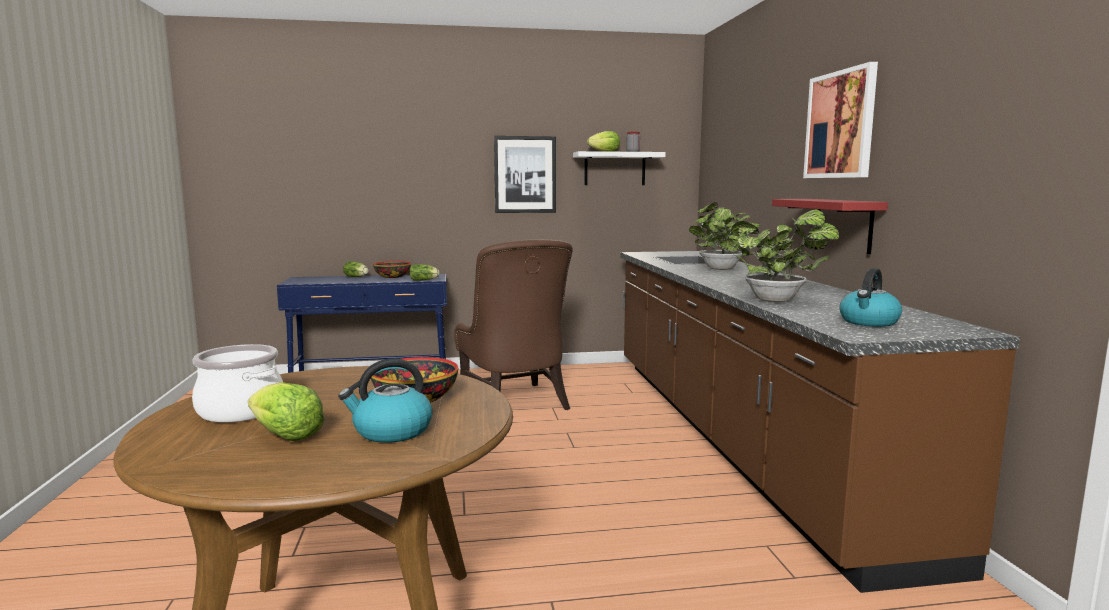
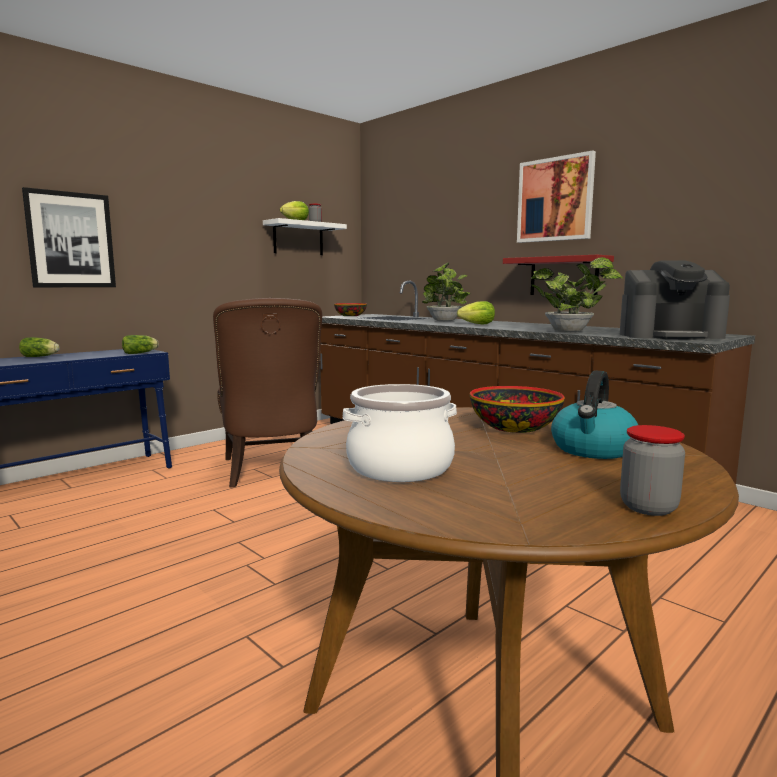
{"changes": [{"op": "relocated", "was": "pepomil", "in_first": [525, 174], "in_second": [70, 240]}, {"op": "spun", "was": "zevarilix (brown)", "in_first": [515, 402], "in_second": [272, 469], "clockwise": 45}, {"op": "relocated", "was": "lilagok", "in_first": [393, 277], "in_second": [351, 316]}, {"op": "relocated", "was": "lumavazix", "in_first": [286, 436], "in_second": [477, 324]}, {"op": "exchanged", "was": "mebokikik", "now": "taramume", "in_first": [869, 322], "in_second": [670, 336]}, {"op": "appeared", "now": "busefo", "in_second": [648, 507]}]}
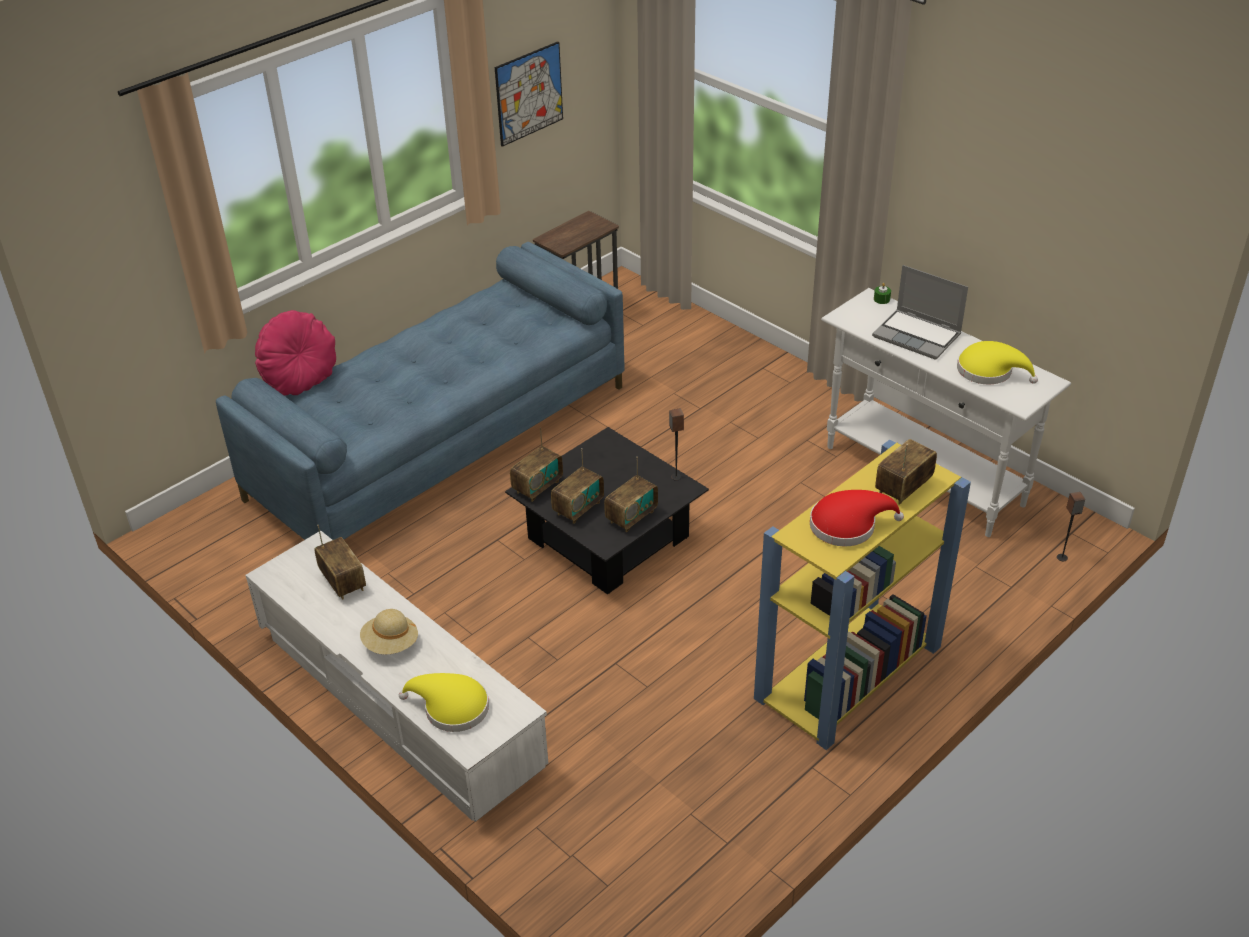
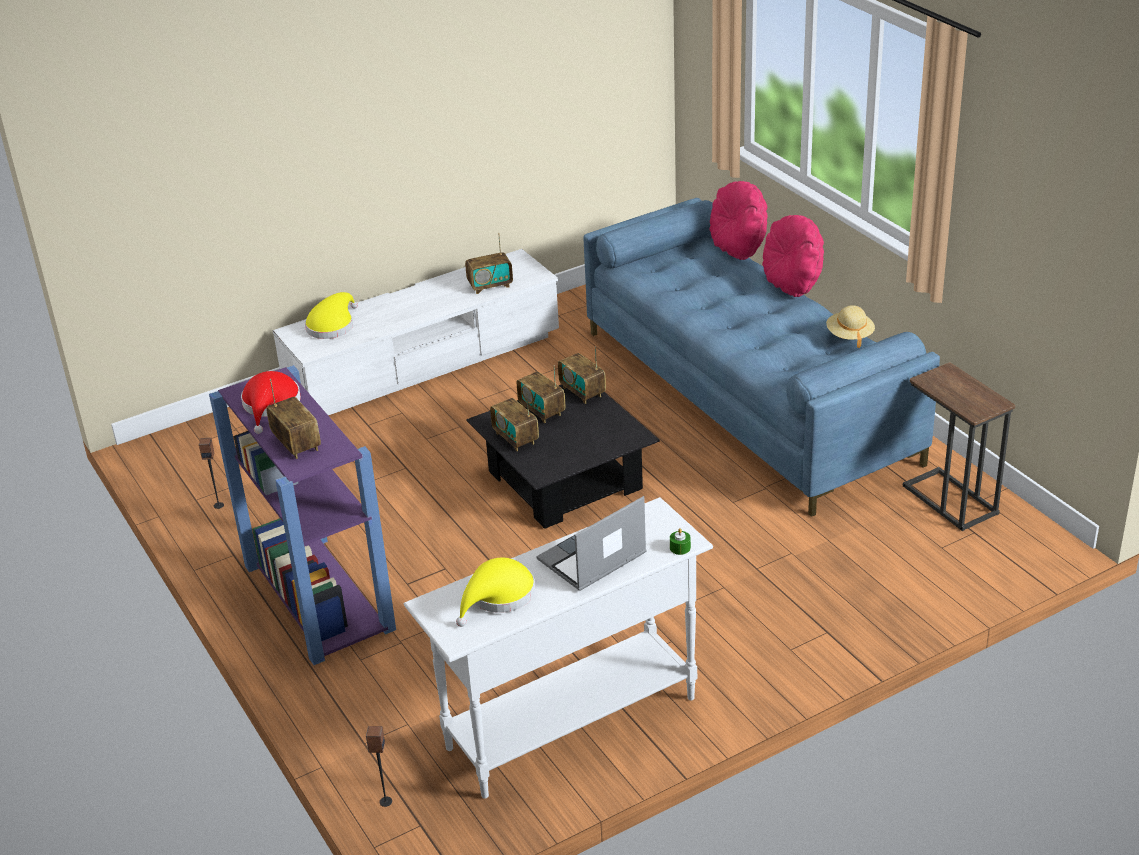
{"changes": [{"op": "relocated", "was": "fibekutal", "in_first": [676, 477], "in_second": [218, 505]}, {"op": "colour", "was": "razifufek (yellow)", "now": "razifufek (purple)", "in_first": [847, 673], "in_second": [318, 596]}, {"op": "appeared", "now": "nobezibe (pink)", "in_second": [792, 286]}, {"op": "relocated", "was": "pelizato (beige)", "in_first": [390, 644], "in_second": [849, 335]}, {"op": "missing", "was": "pepomil", "in_first": [529, 93]}]}
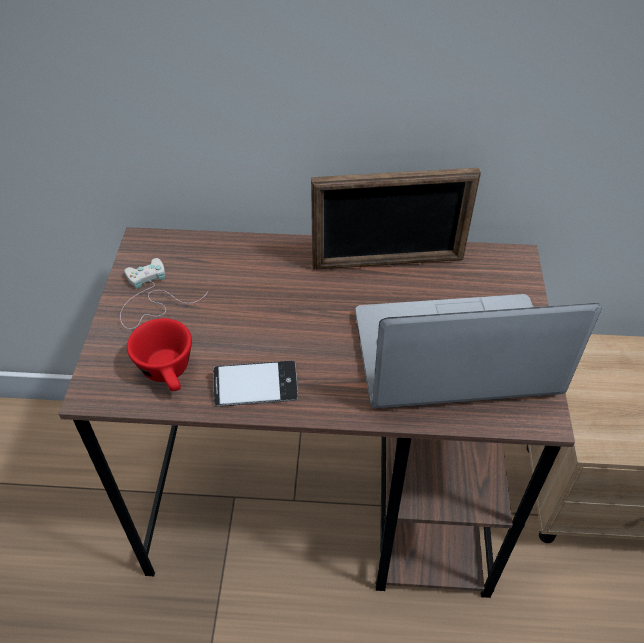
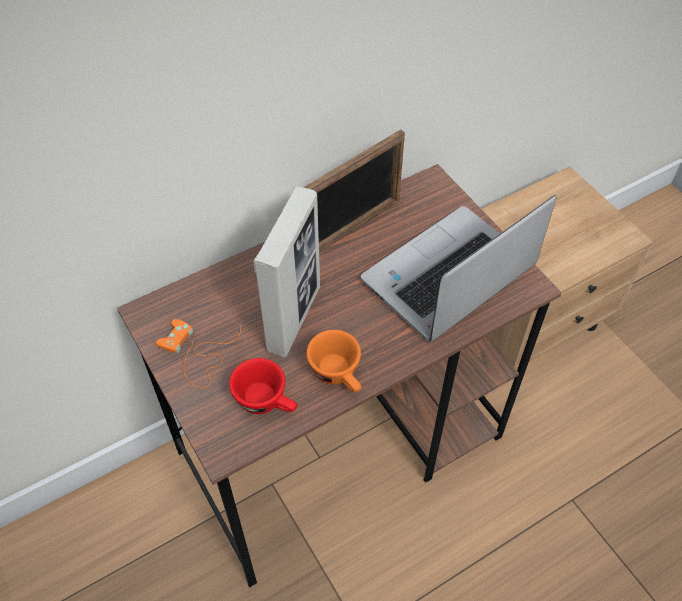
{"changes": [{"op": "colour", "was": "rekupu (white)", "now": "rekupu (orange)", "in_first": [151, 298], "in_second": [197, 354]}, {"op": "appeared", "now": "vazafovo", "in_second": [294, 318]}, {"op": "exchanged", "was": "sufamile", "now": "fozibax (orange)", "in_first": [255, 388], "in_second": [339, 375]}]}
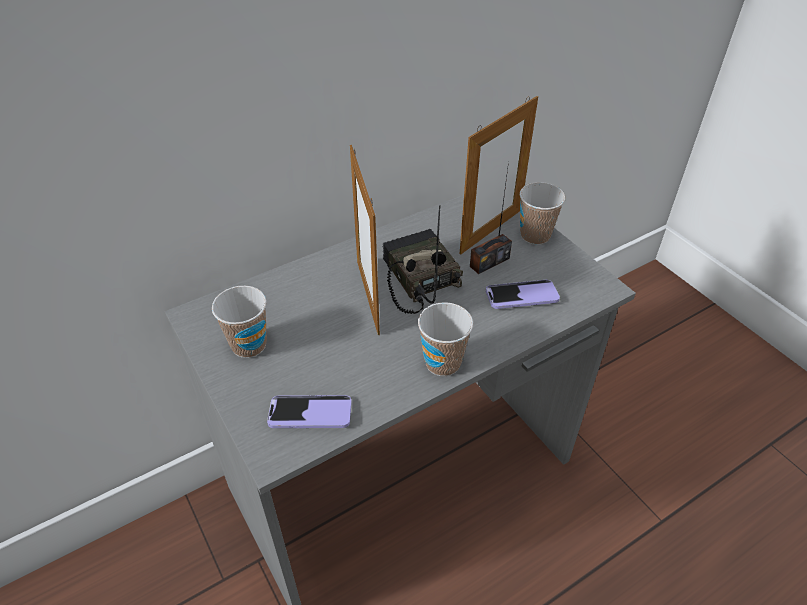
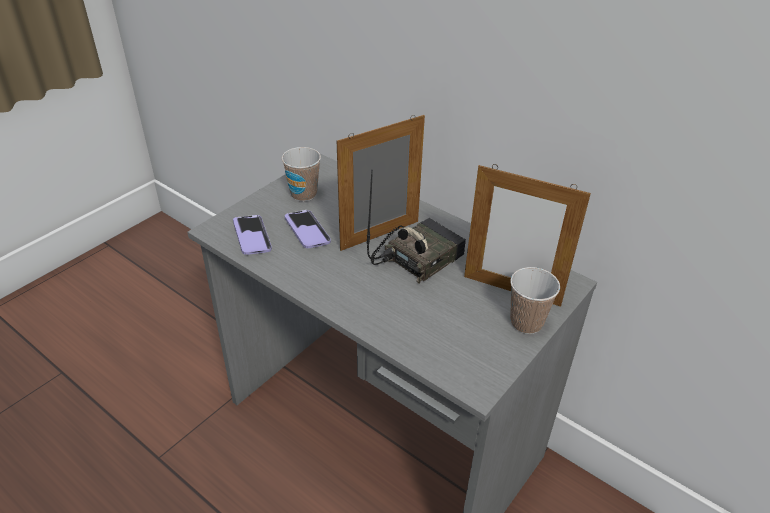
{"changes": [{"op": "relocated", "was": "sufamile", "in_first": [521, 296], "in_second": [307, 230]}, {"op": "missing", "was": "fozibax", "in_first": [442, 363]}, {"op": "missing", "was": "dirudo", "in_first": [489, 262]}]}
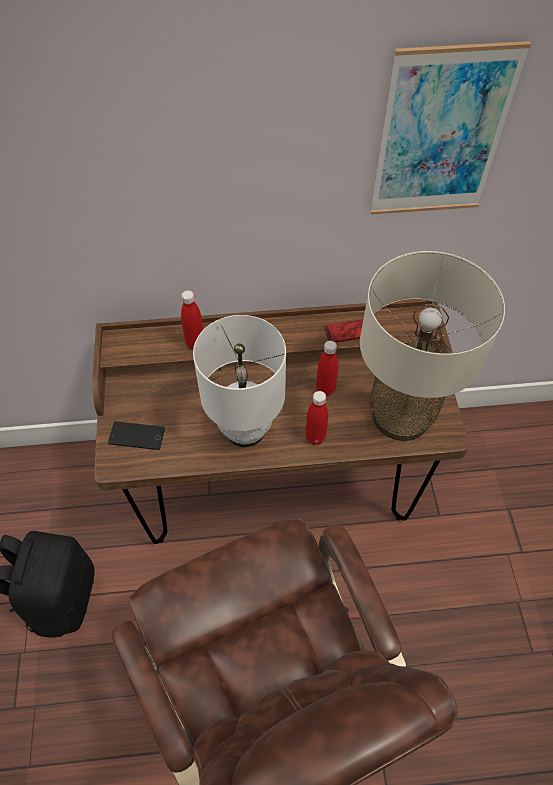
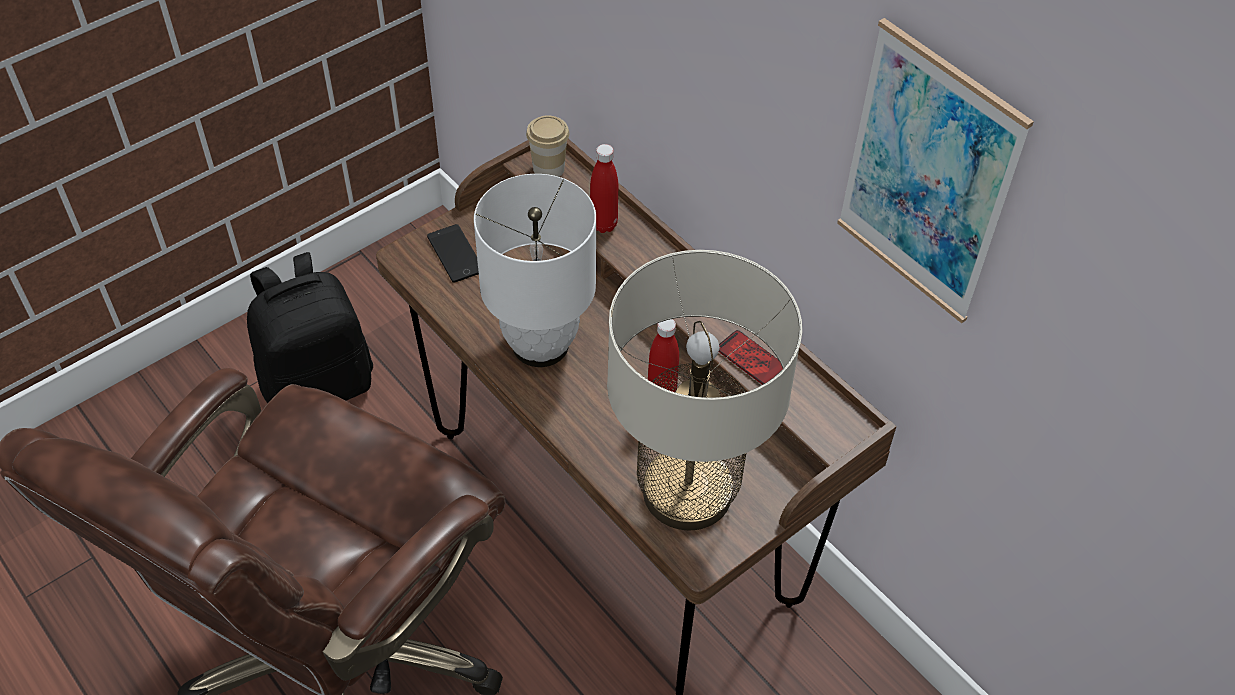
{"changes": [{"op": "appeared", "now": "fozibax", "in_second": [548, 168]}, {"op": "missing", "was": "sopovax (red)", "in_first": [315, 437]}]}
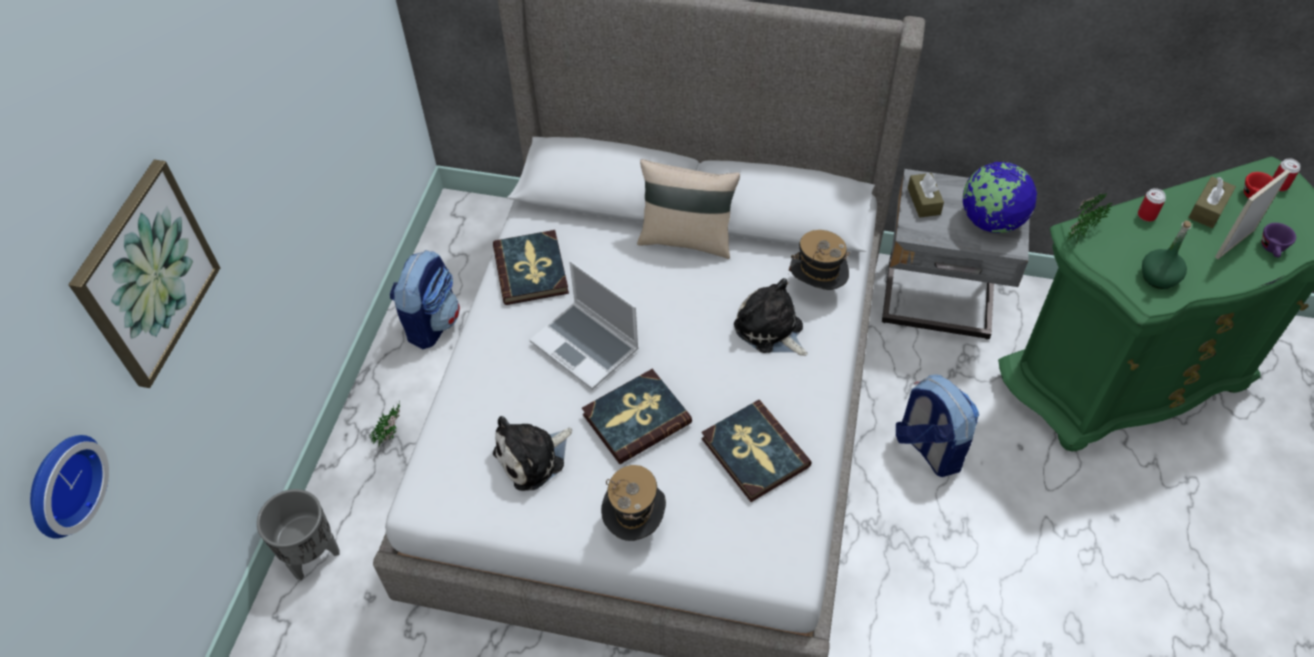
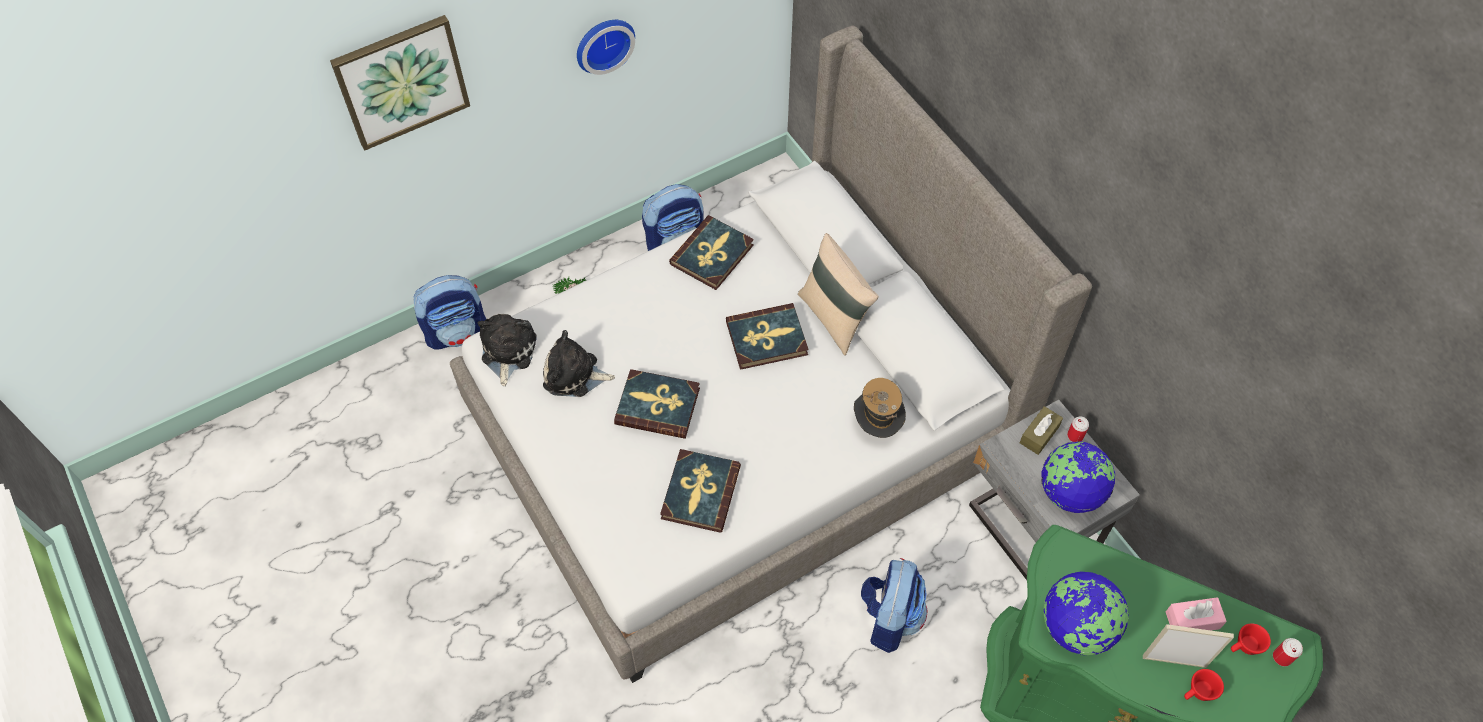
{"changes": [{"op": "exchanged", "was": "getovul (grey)", "now": "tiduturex", "in_first": [312, 556], "in_second": [457, 332]}, {"op": "relocated", "was": "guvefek", "in_first": [771, 330], "in_second": [507, 352]}, {"op": "relocated", "was": "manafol", "in_first": [60, 484], "in_second": [603, 43]}, {"op": "appeared", "now": "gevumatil", "in_second": [766, 339]}, {"op": "exchanged", "was": "sopovax (green)", "now": "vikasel", "in_first": [1159, 277], "in_second": [1076, 628]}, {"op": "relocated", "was": "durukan", "in_first": [1146, 215], "in_second": [1075, 435]}, {"op": "colour", "was": "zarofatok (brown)", "now": "zarofatok (pink)", "in_first": [1208, 209], "in_second": [1192, 620]}, {"op": "colour", "was": "fozibax (purple)", "now": "fozibax (red)", "in_first": [1272, 250], "in_second": [1198, 693]}, {"op": "missing", "was": "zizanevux", "in_first": [586, 346]}, {"op": "missing", "was": "pelizato", "in_first": [635, 524]}, {"op": "missing", "was": "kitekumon", "in_first": [1079, 234]}]}
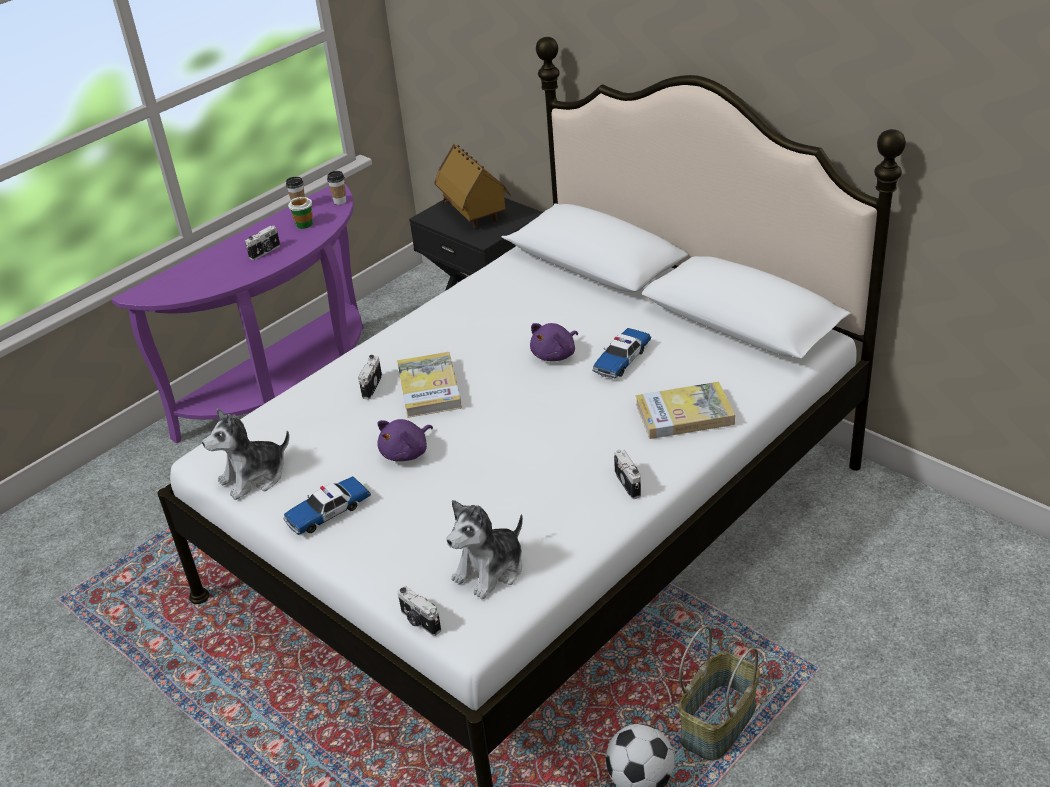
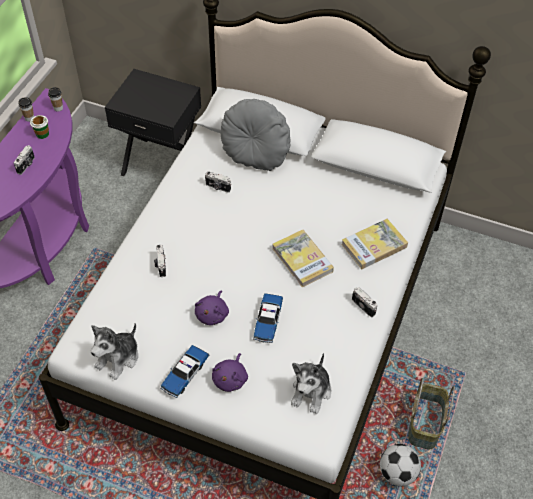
{"changes": [{"op": "relocated", "was": "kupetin", "in_first": [419, 622], "in_second": [217, 187]}, {"op": "relocated", "was": "guvefek (purple)", "in_first": [555, 355], "in_second": [231, 378]}, {"op": "appeared", "now": "nobezibe (grey)", "in_second": [255, 158]}, {"op": "relocated", "was": "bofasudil", "in_first": [622, 359], "in_second": [268, 321]}, {"op": "relocated", "was": "gevumatil", "in_first": [429, 388], "in_second": [302, 260]}, {"op": "missing", "was": "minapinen", "in_first": [474, 214]}]}
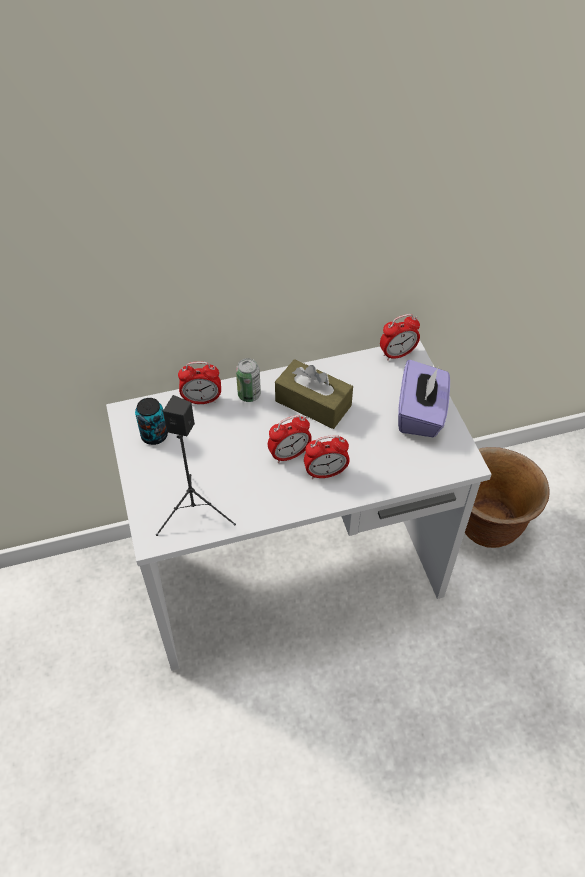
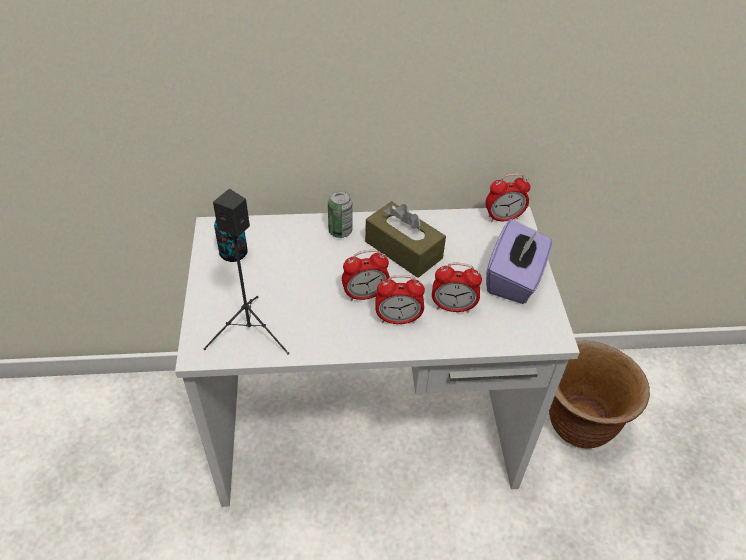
{"changes": [{"op": "relocated", "was": "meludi", "in_first": [202, 400], "in_second": [453, 307]}]}
